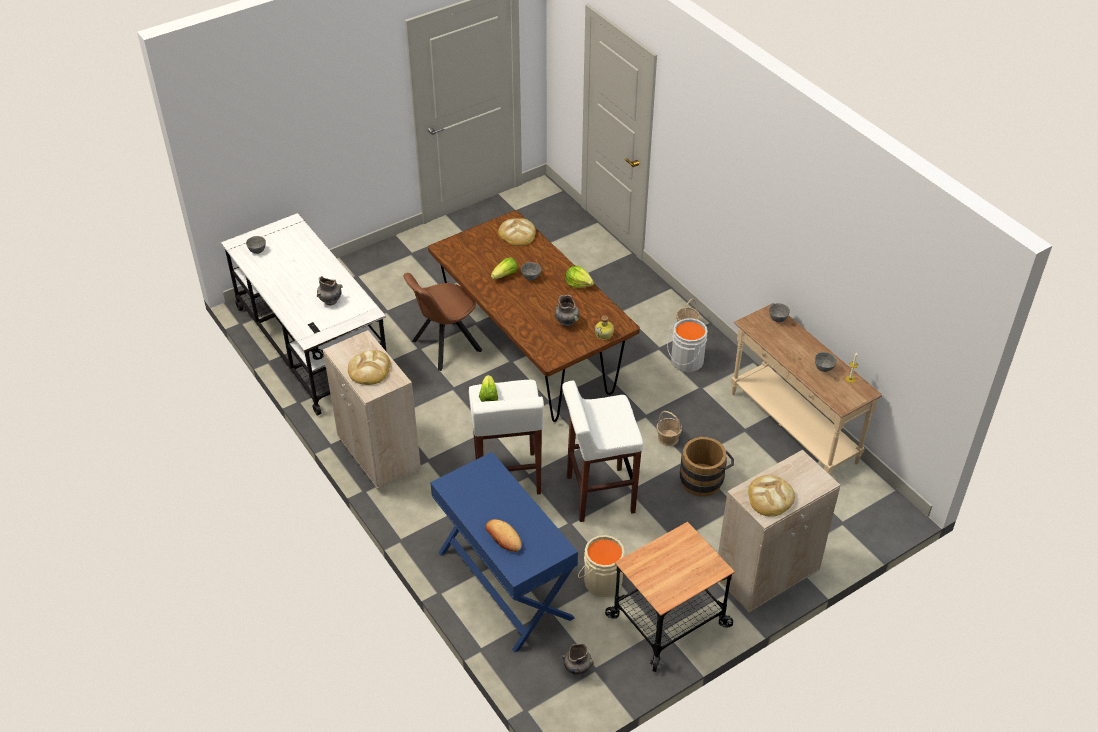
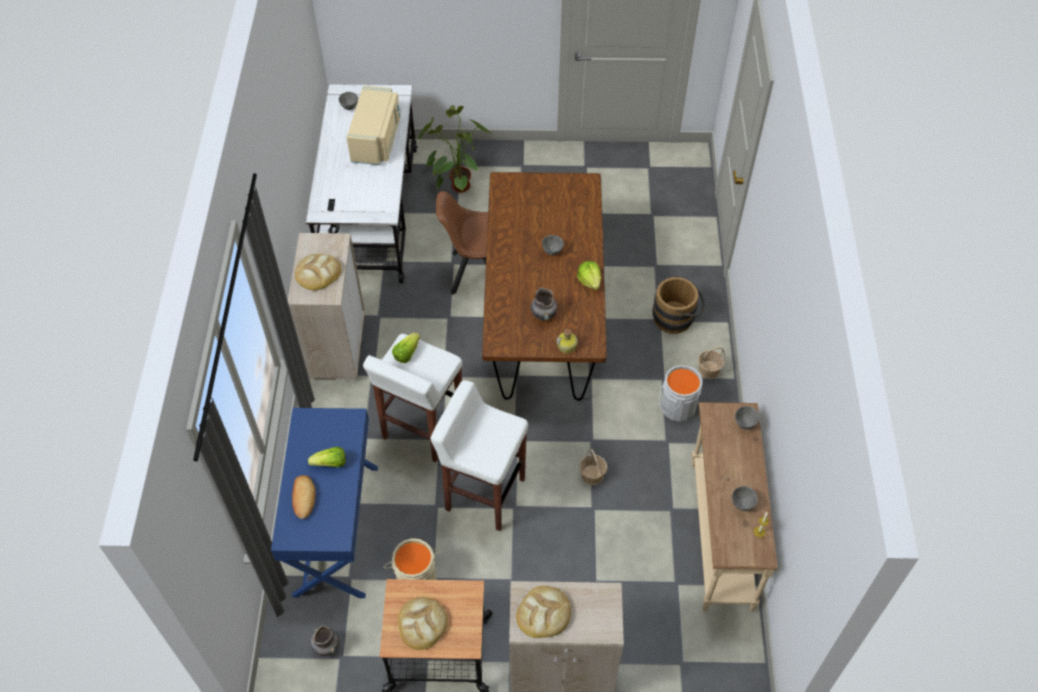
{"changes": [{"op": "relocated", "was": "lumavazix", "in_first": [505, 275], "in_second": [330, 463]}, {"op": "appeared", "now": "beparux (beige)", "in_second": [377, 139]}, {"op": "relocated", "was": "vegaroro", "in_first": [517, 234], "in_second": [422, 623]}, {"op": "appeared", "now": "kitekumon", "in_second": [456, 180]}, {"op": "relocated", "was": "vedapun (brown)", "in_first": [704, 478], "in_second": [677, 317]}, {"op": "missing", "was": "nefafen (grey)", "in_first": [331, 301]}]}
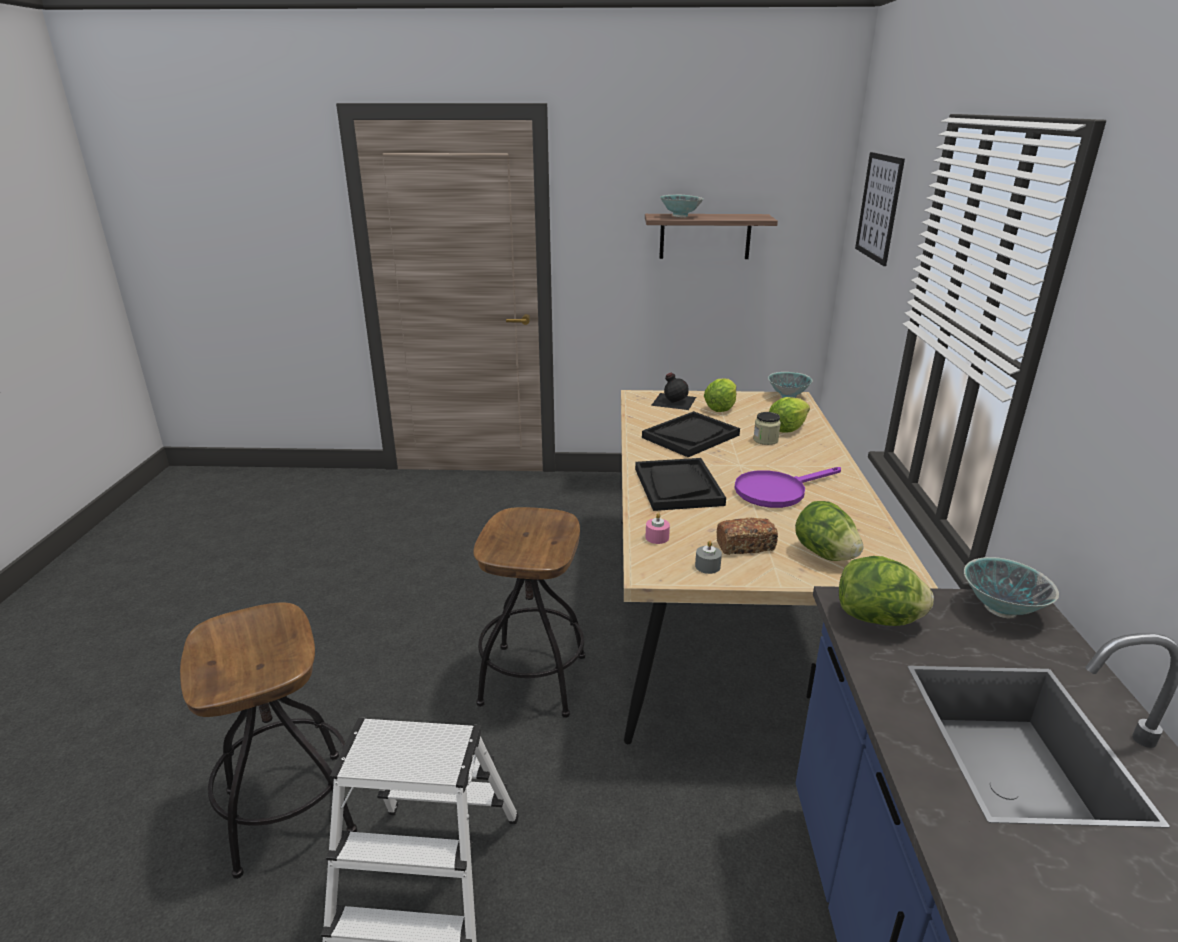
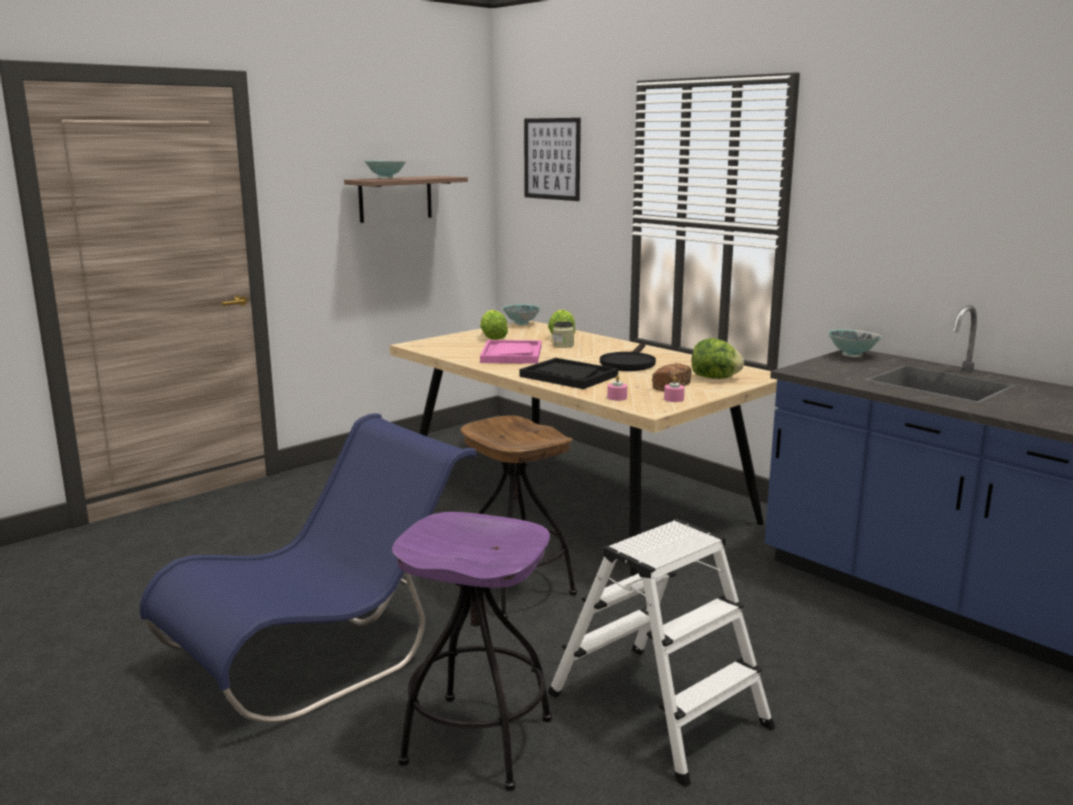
{"changes": [{"op": "appeared", "now": "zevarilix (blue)", "in_second": [320, 652]}, {"op": "colour", "was": "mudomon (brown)", "now": "mudomon (purple)", "in_first": [290, 811], "in_second": [478, 740]}, {"op": "colour", "was": "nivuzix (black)", "now": "nivuzix (pink)", "in_first": [690, 436], "in_second": [511, 354]}, {"op": "colour", "was": "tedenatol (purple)", "now": "tedenatol (black)", "in_first": [777, 491], "in_second": [629, 363]}, {"op": "colour", "was": "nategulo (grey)", "now": "nategulo (pink)", "in_first": [707, 566], "in_second": [673, 399]}, {"op": "missing", "was": "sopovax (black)", "in_first": [673, 400]}, {"op": "missing", "was": "lumavazix", "in_first": [878, 619]}]}
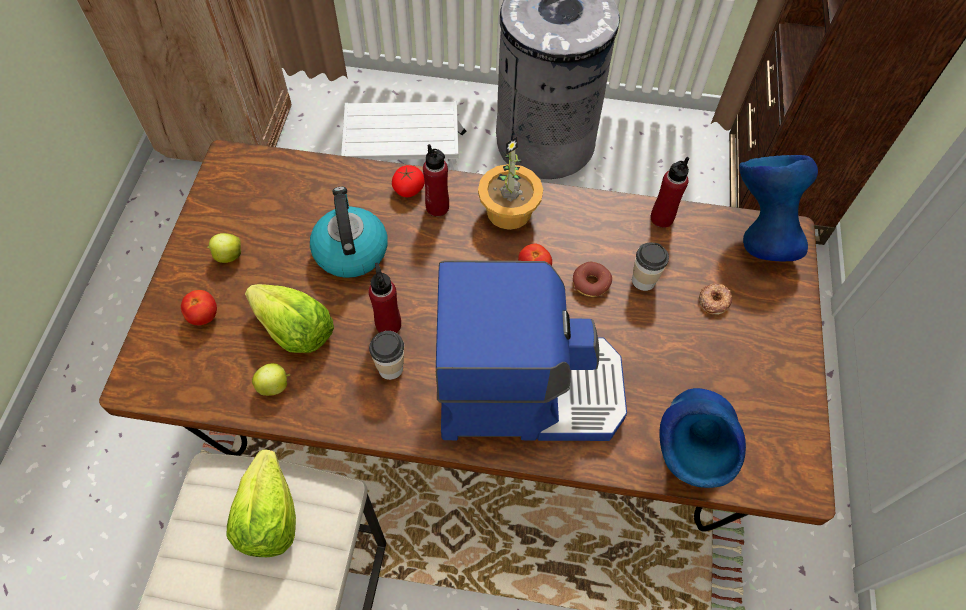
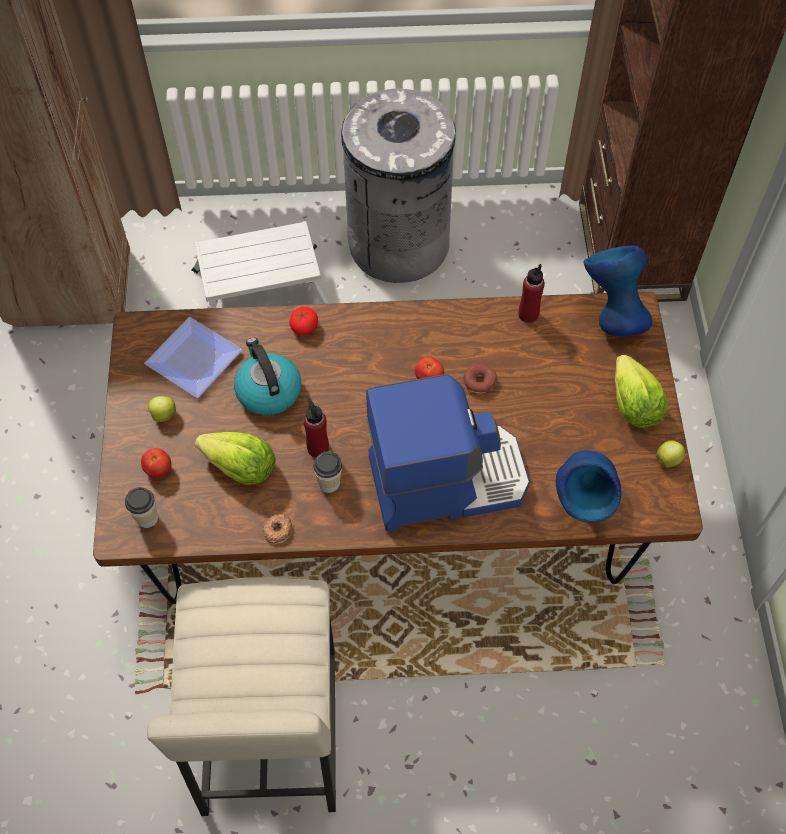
{"changes": [{"op": "relocated", "was": "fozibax", "in_first": [643, 280], "in_second": [147, 518]}, {"op": "appeared", "now": "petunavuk", "in_second": [197, 359]}, {"op": "relocated", "was": "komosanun", "in_first": [714, 300], "in_second": [277, 530]}, {"op": "relocated", "was": "lumavazix", "in_first": [268, 516], "in_second": [633, 405]}, {"op": "relocated", "was": "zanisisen", "in_first": [275, 386], "in_second": [668, 459]}, {"op": "missing", "was": "sopovax (red)", "in_first": [437, 207]}, {"op": "missing", "was": "kitekumon", "in_first": [509, 211]}]}
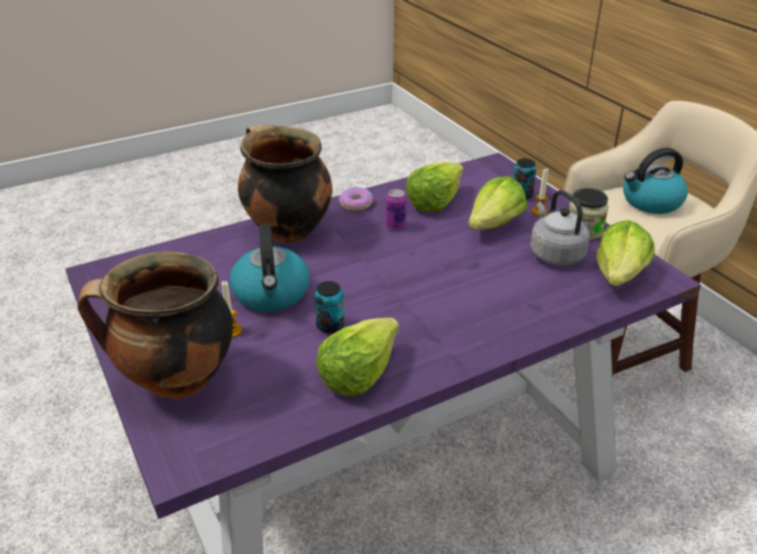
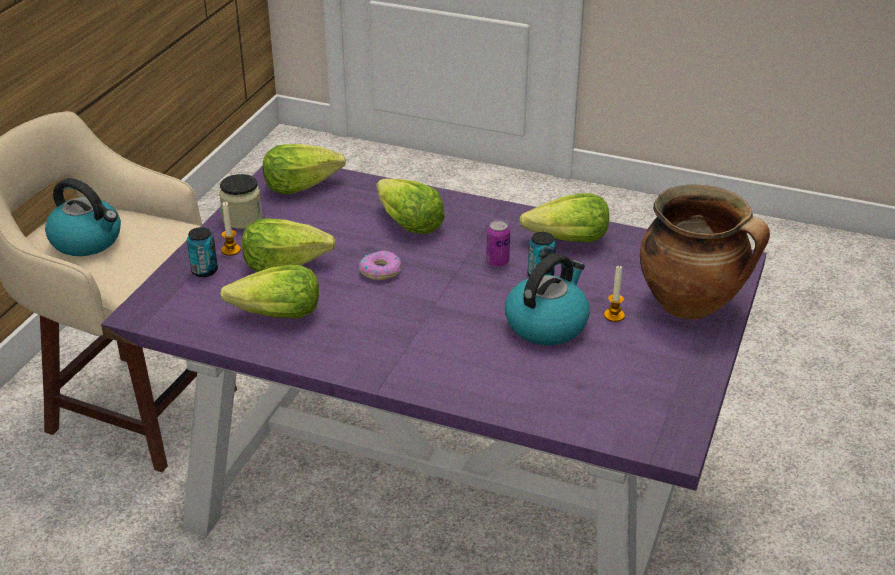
{"changes": [{"op": "relocated", "was": "komosanun", "in_first": [356, 204], "in_second": [380, 271]}, {"op": "appeared", "now": "lumavazix", "in_second": [408, 224]}, {"op": "relocated", "was": "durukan", "in_first": [395, 226], "in_second": [497, 262]}, {"op": "missing", "was": "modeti", "in_first": [286, 230]}, {"op": "missing", "was": "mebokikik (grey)", "in_first": [554, 254]}]}
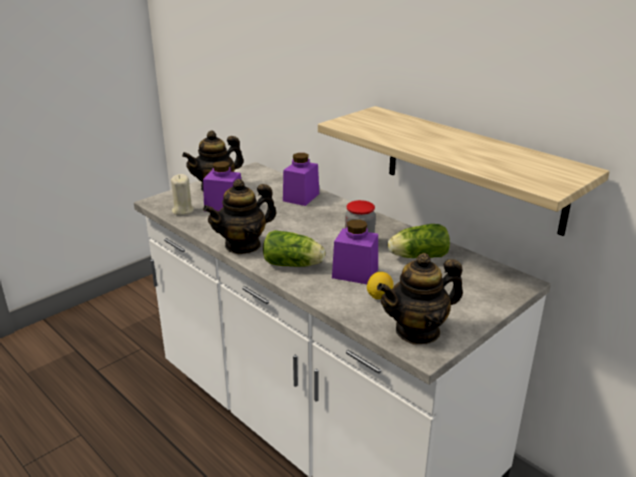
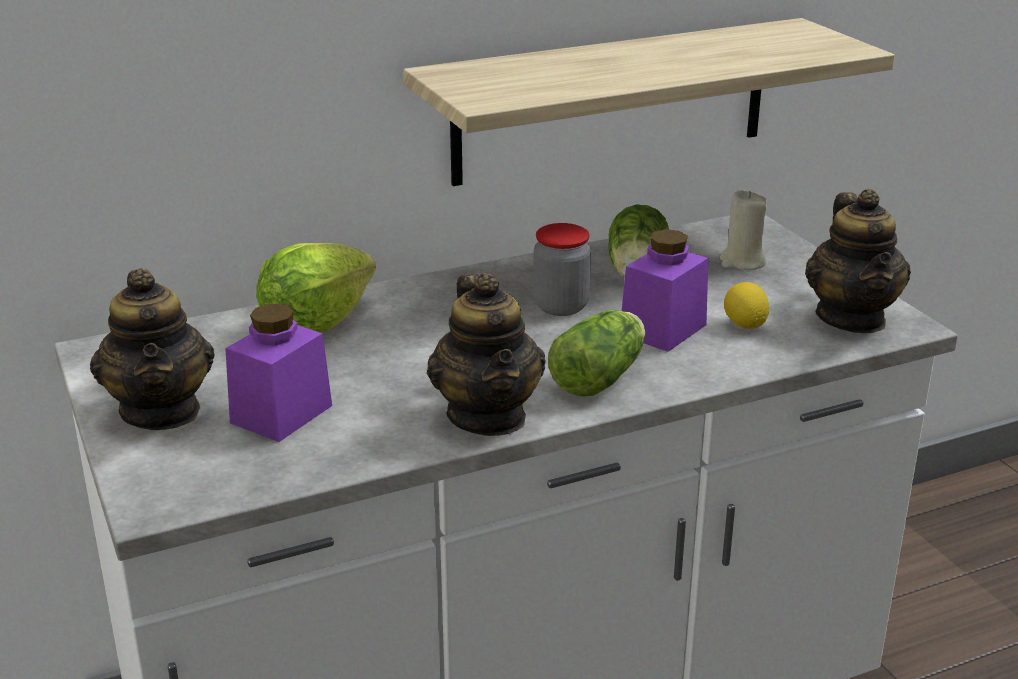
{"changes": [{"op": "exchanged", "was": "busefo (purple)", "now": "lumavazix", "in_first": [301, 197], "in_second": [317, 323]}, {"op": "relocated", "was": "nategulo (beige)", "in_first": [182, 210], "in_second": [742, 262]}]}
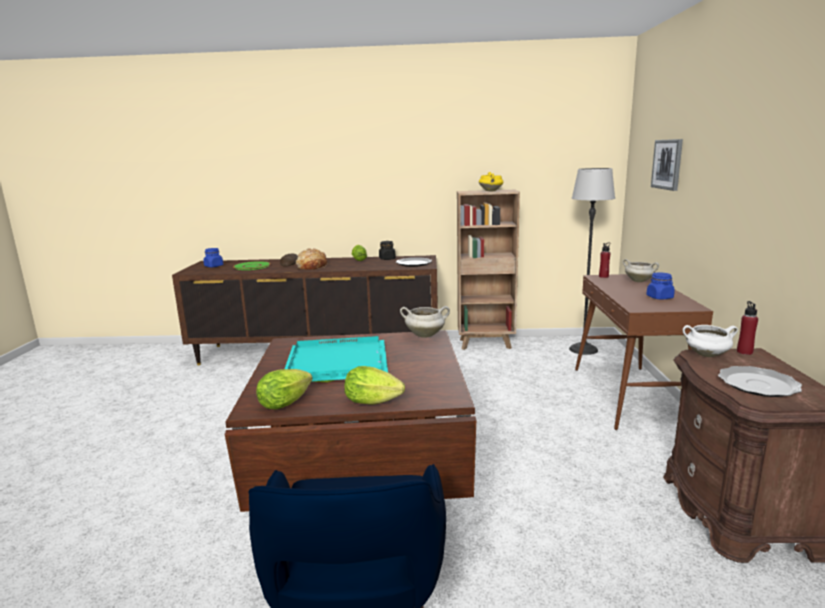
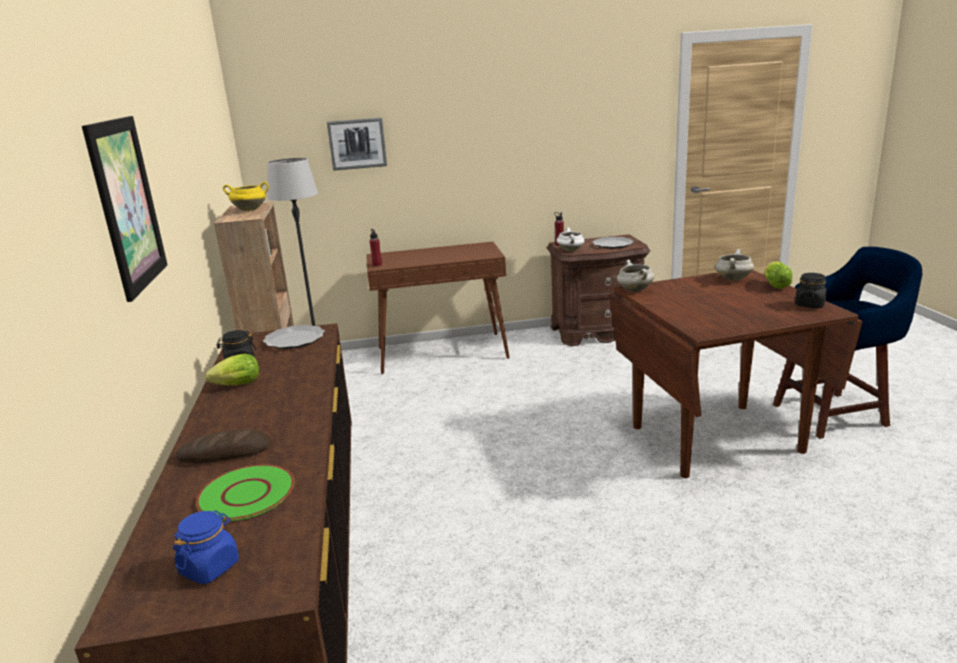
{"changes": [{"op": "appeared", "now": "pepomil", "in_second": [127, 204]}, {"op": "relocated", "was": "modeti (white)", "in_first": [639, 281], "in_second": [733, 279]}, {"op": "exchanged", "was": "lumavazix", "now": "busefo (black)", "in_first": [287, 402], "in_second": [809, 304]}, {"op": "missing", "was": "nivuzix (turquoise)", "in_first": [338, 364]}, {"op": "missing", "was": "vegaroro", "in_first": [312, 266]}, {"op": "missing", "was": "busefo (blue)", "in_first": [660, 297]}]}
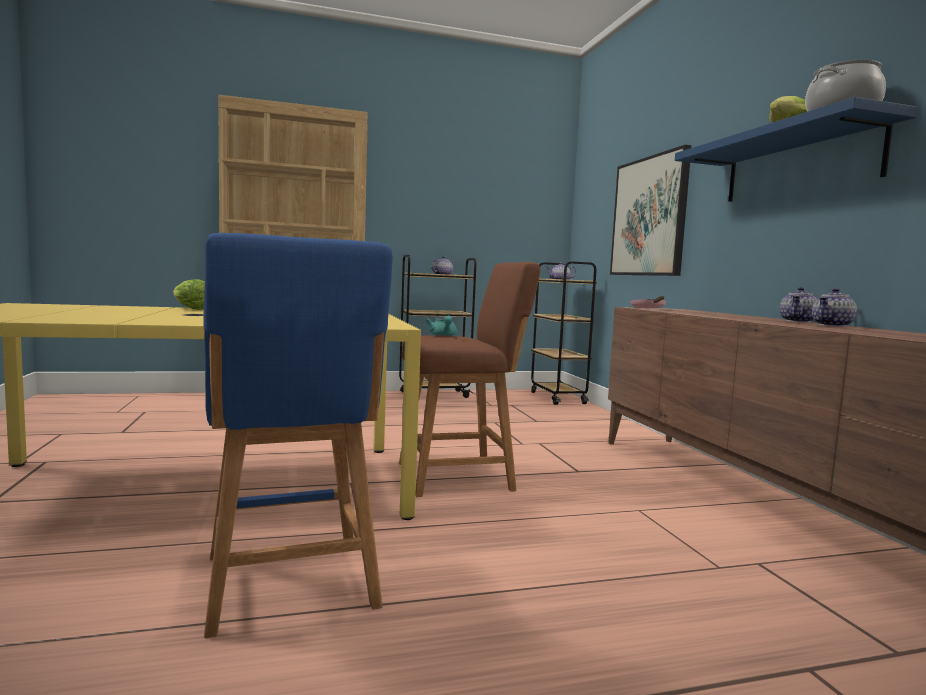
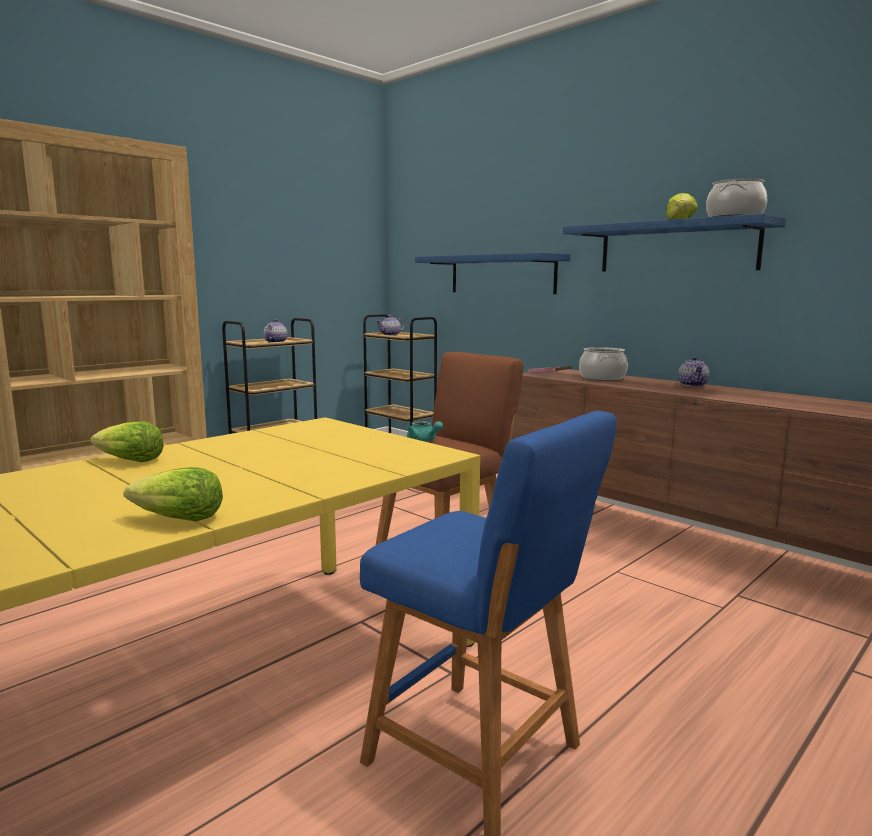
{"changes": [{"op": "appeared", "now": "lumavazix", "in_second": [177, 520]}, {"op": "exchanged", "was": "pepomil", "now": "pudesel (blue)", "in_first": [649, 217], "in_second": [502, 274]}, {"op": "appeared", "now": "modeti", "in_second": [602, 378]}, {"op": "missing", "was": "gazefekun", "in_first": [832, 325]}]}
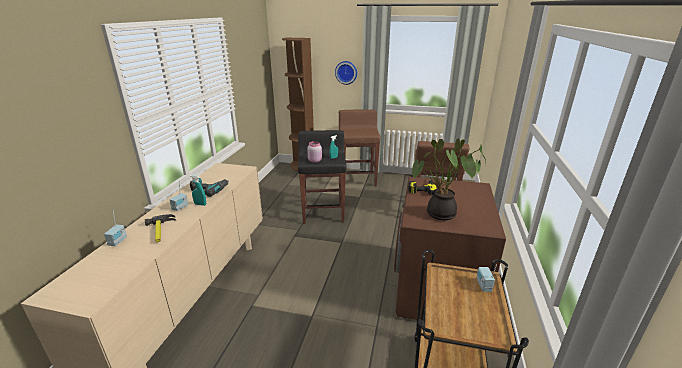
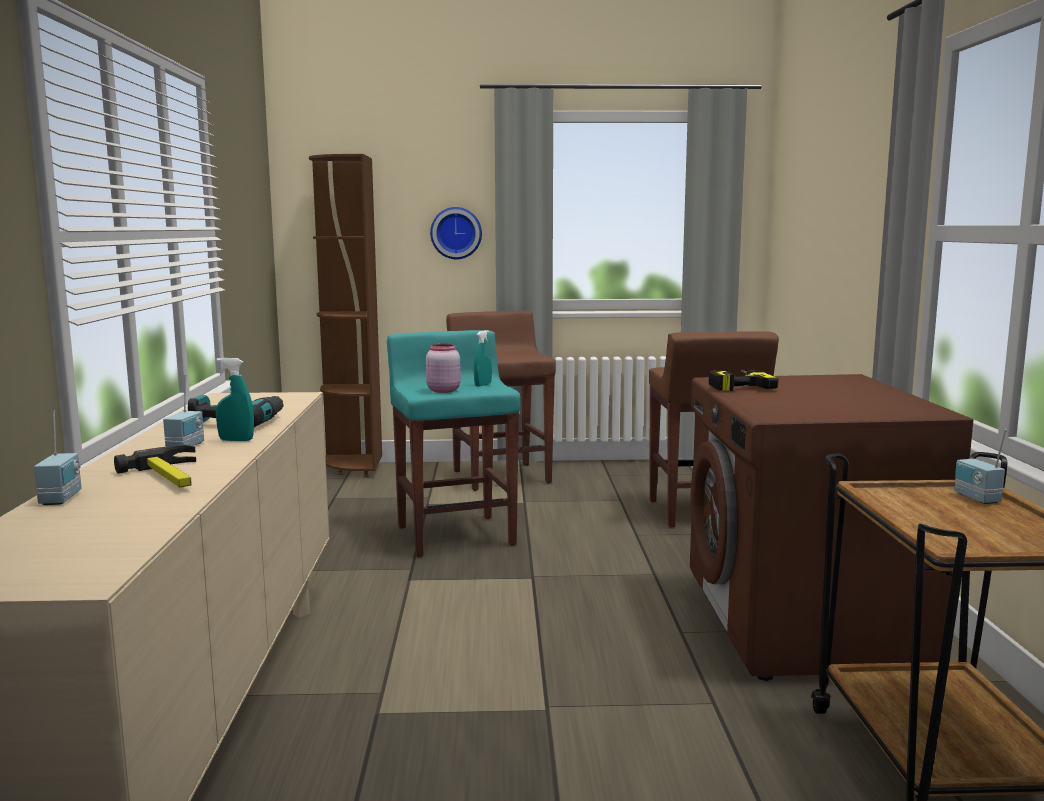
{"changes": [{"op": "colour", "was": "mudomon (black)", "now": "mudomon (turquoise)", "in_first": [323, 213], "in_second": [455, 535]}, {"op": "missing", "was": "kitekumon", "in_first": [439, 215]}]}
